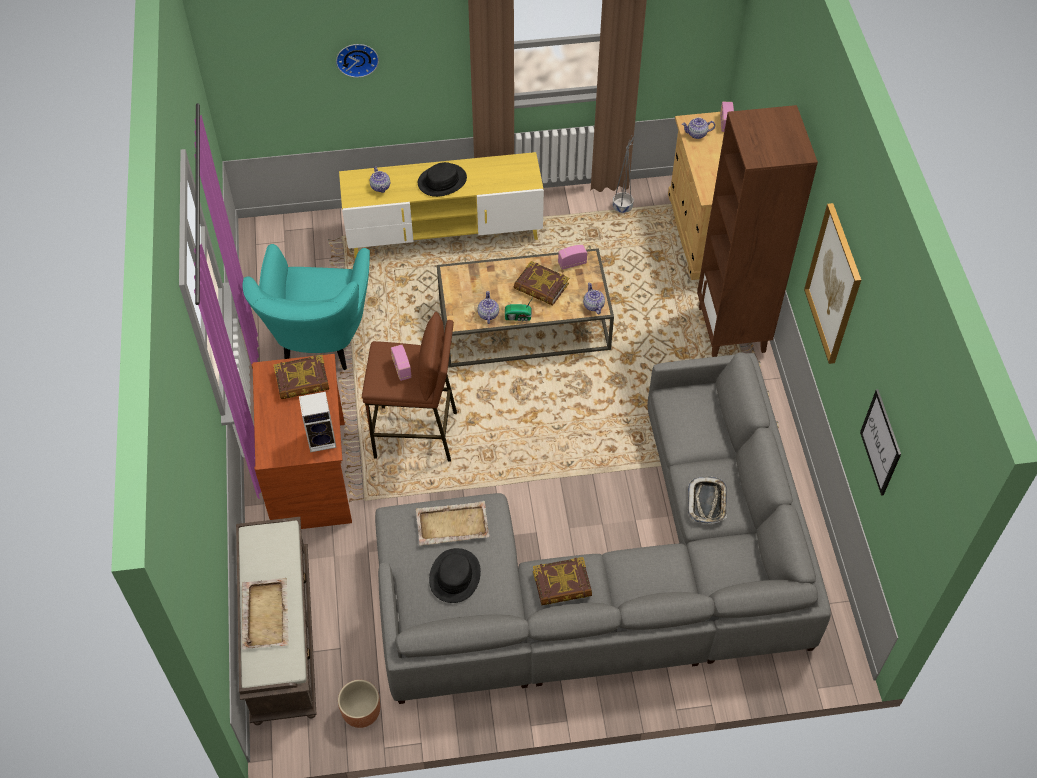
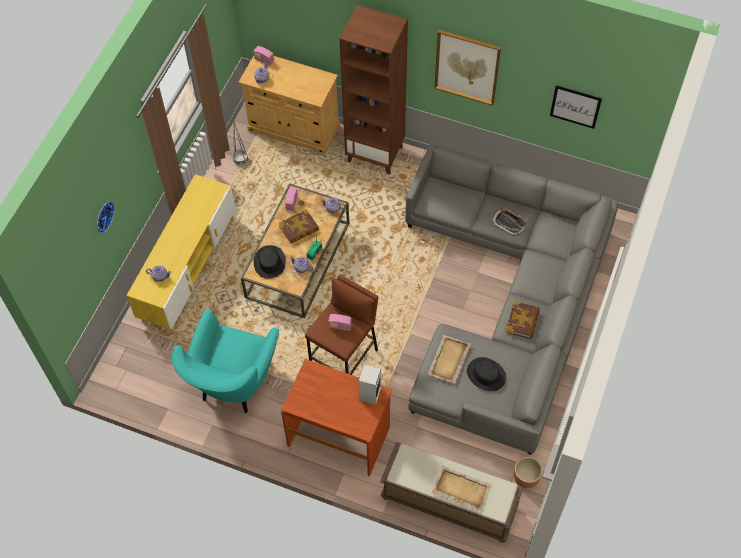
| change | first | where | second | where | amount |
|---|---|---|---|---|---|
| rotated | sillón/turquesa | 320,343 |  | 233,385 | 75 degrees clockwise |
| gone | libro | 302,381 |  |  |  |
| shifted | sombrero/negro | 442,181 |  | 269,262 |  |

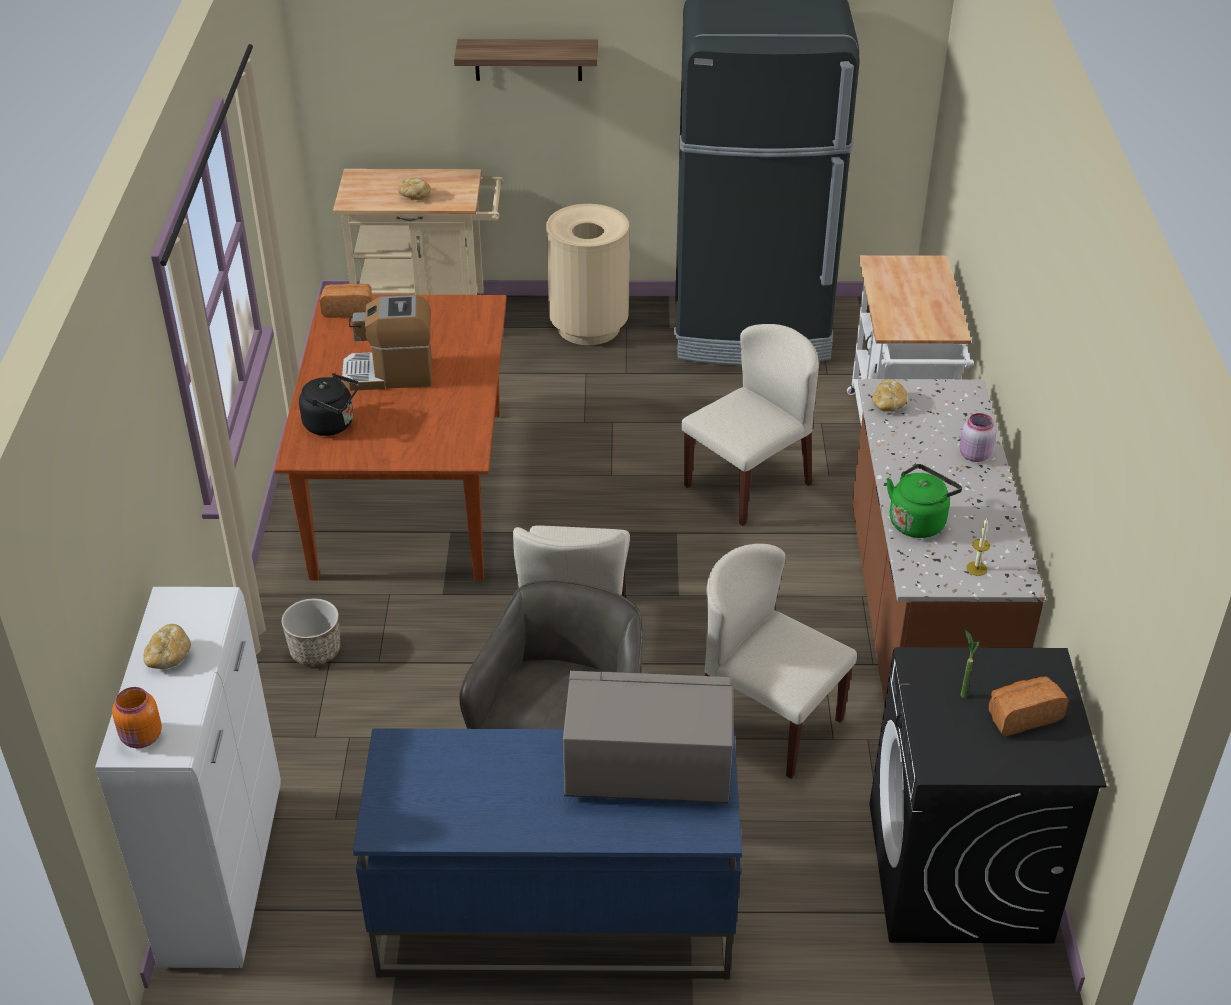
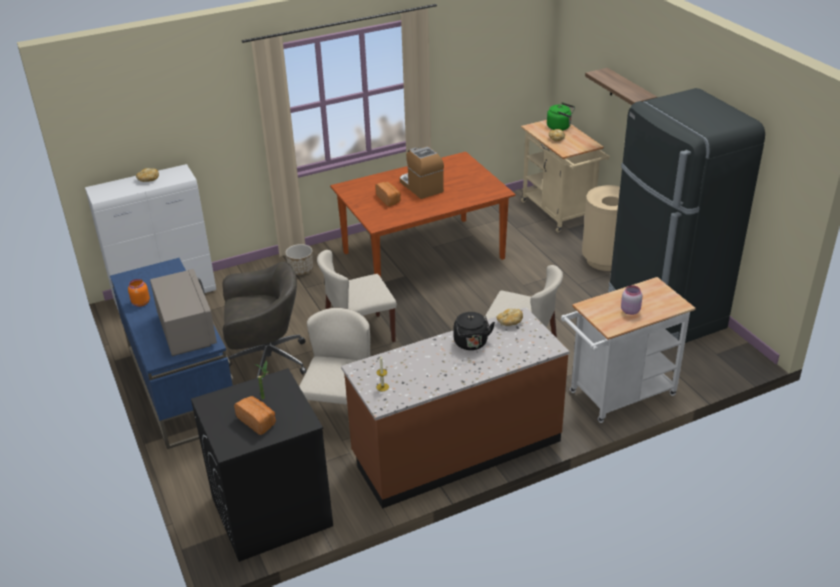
| change | first | where | second | where | amount |
|---|---|---|---|---|---|
| shifted | tarro/naranja | 142,738 |  | 140,303 |  |
| shifted | hervidor/negro | 332,424 |  | 471,344 |  |
| shifted | pan | 349,310 |  | 389,199 |  |
| shifted | hervidor/verde | 918,521 |  | 560,127 |  |
| shifted | tarro/rosa | 973,455 |  | 630,310 |  |

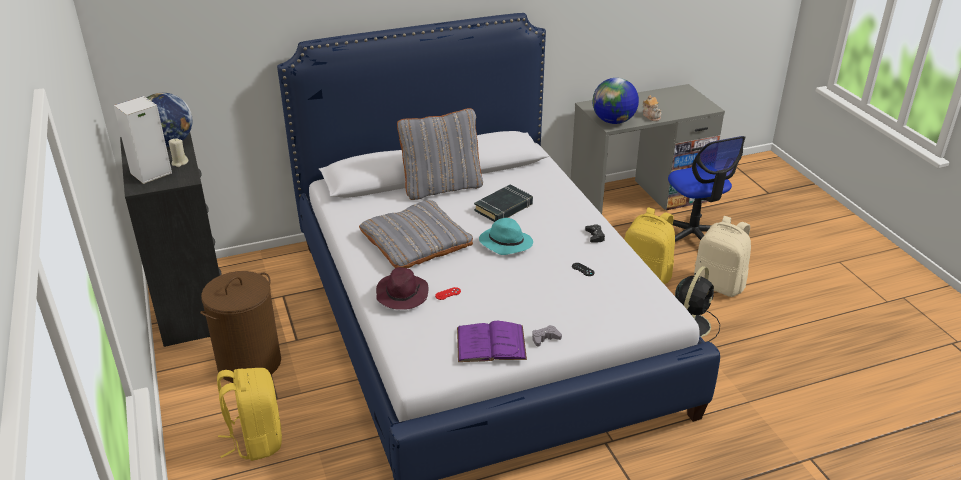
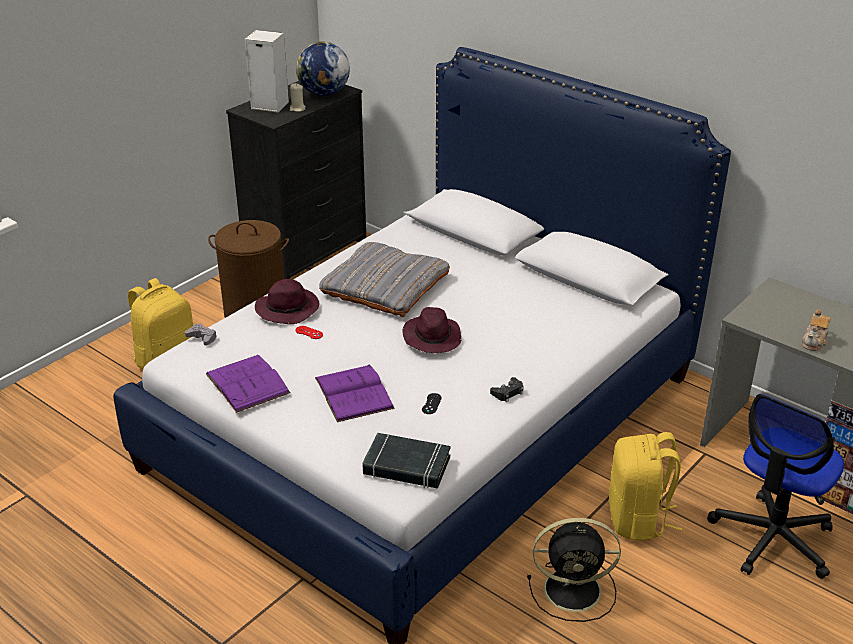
| change | first | where | second | where | amount |
|---|---|---|---|---|---|
| gone | cojín/gris | 442,187 |  |  |  |
| shifted | libro/negro | 504,208 |  | 406,466 |  |
| repainted | sombrero/turquesa | 505,243 | sombrero/morado | 432,337 |  |
| shifted | mando de consola/gris | 545,338 |  | 202,338 |  |
| gone | globo terráqueo | 613,121 |  |  |  |
| gone | mochila/beis | 719,285 |  |  |  |
| new |  |  | libro/morado | 354,393 |  |

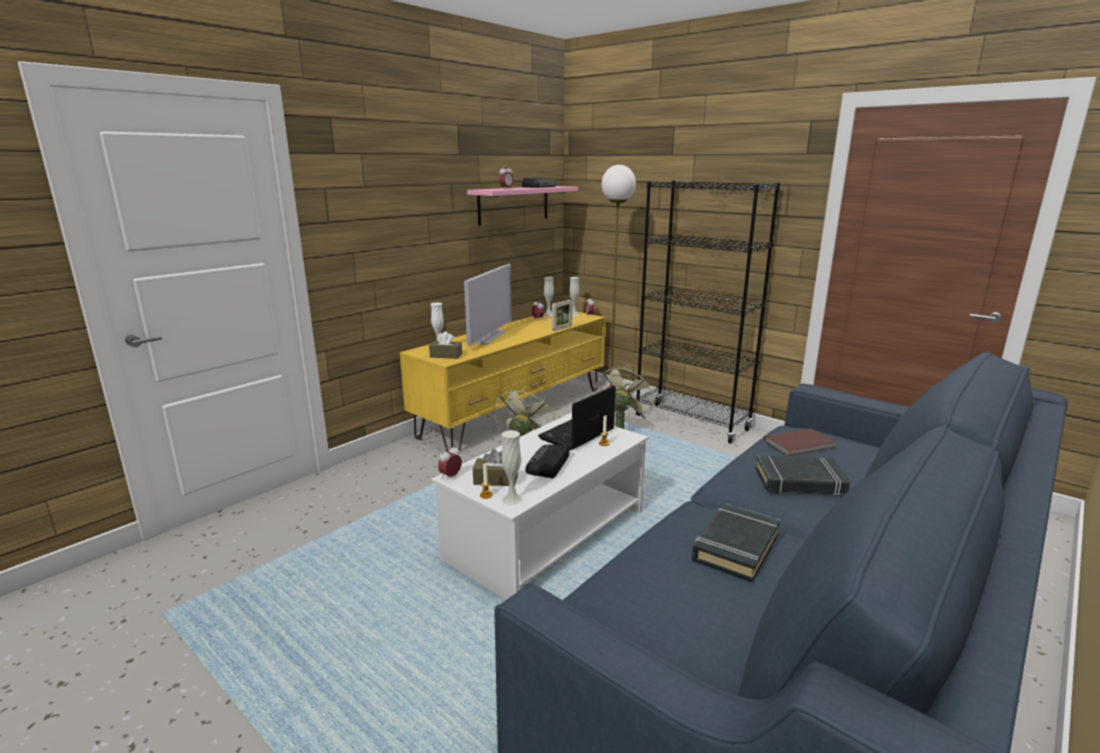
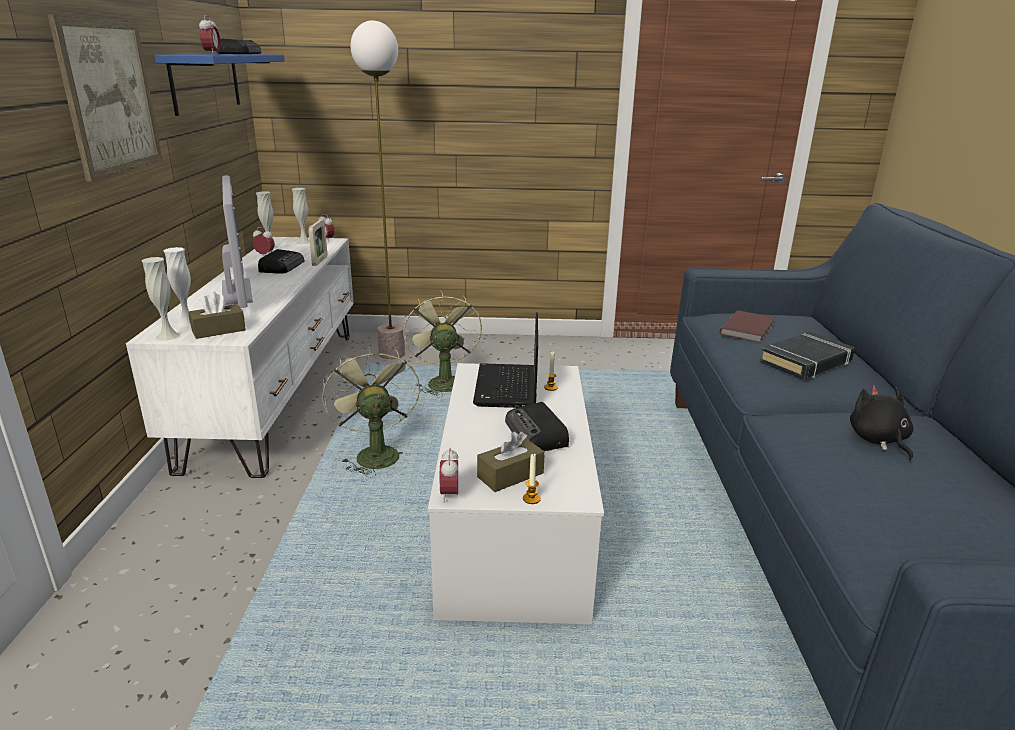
| change | first | where | second | where | amount |
|---|---|---|---|---|---|
| repainted | mueble de televisión/amarillo | 515,411 | mueble de televisión/blanco | 278,392 |  |
| repainted | estante/rosa | 514,204 | estante/azul | 205,82 |  |
| shifted | florero/blanco | 512,499 |  | 168,336 |  |
| gone | estantería/negro | 691,422 |  |  |  |
| swapped | libro/negro | 735,547 | peluche/negro | 878,440 |  |
| new |  |  | cuadro | 110,97 |  |
| new |  |  | radio | 282,266 |  |

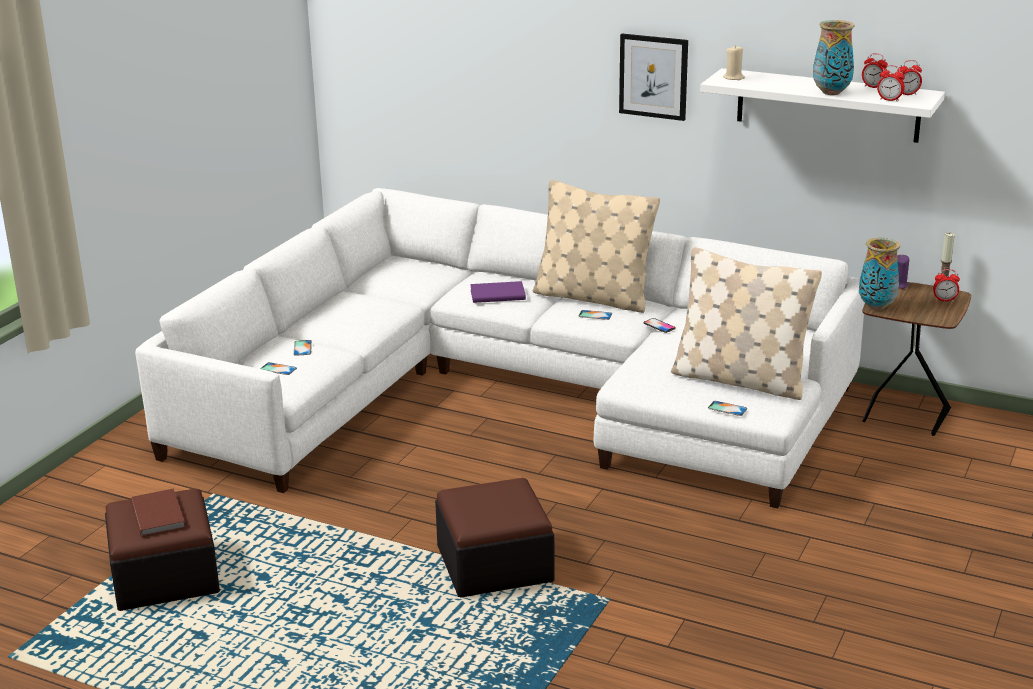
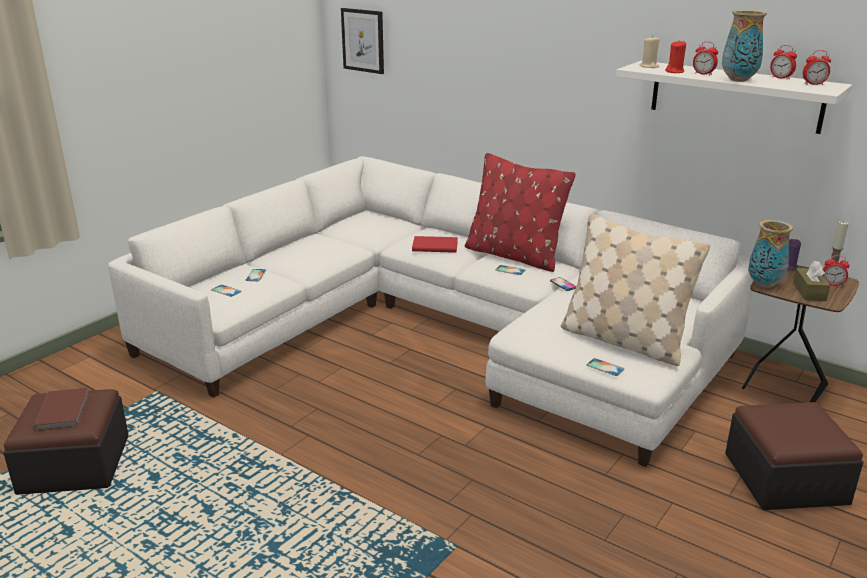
| change | first | where | second | where | amount |
|---|---|---|---|---|---|
| shifted | puf | 494,564 |  | 785,478 |  |
| repainted | libro/morado | 496,294 | libro/rojo | 434,246 |  |
| repainted | cojín/beis | 593,297 | cojín/rojo | 514,255 |  |
| shifted | cuadro | 653,76 |  | 363,40 |  |
| shifted | despertador | 889,100 |  | 703,74 |  |
| new |  |  | vela/rojo | 675,72 |  |
| new |  |  | caja de pañuelos/marrón | 809,292 |  |

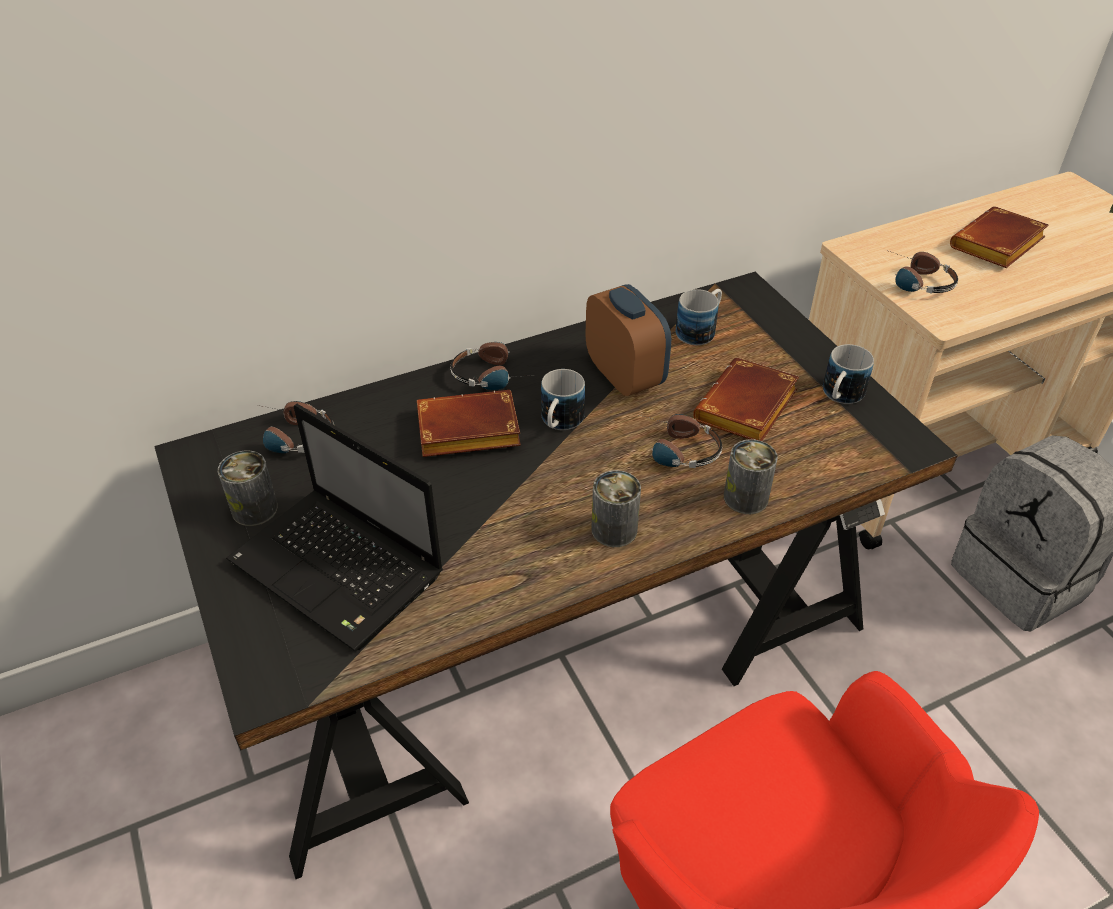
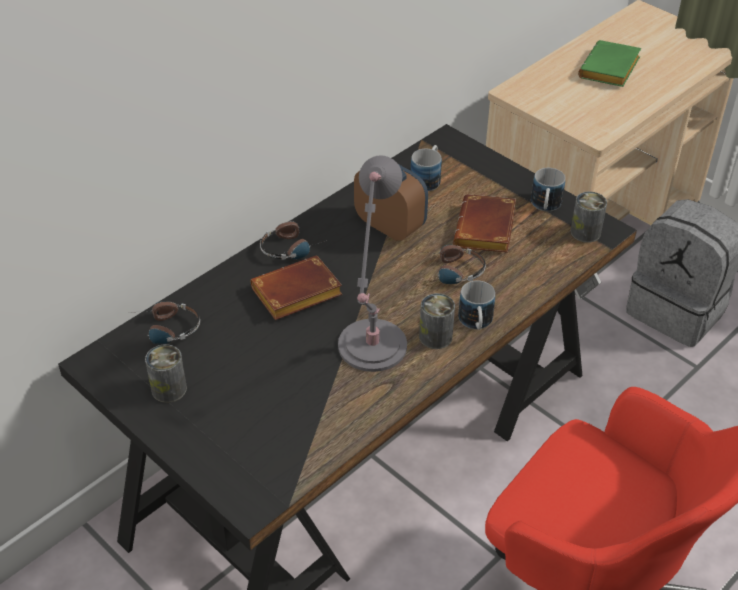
| change | first | where | second | where | amount |
|---|---|---|---|---|---|
| gone | portátil | 341,570 |  |  |  |
| shifted | taza grande | 559,423 |  | 476,323 |  |
| shifted | lata | 745,497 |  | 585,232 |  |
| gone | auriculares | 914,281 |  |  |  |
| repainted | libro/marrón | 997,246 | libro/verde | 610,70 |  |
| new |  |  | lámpara de mesa/gris | 371,350 |  |

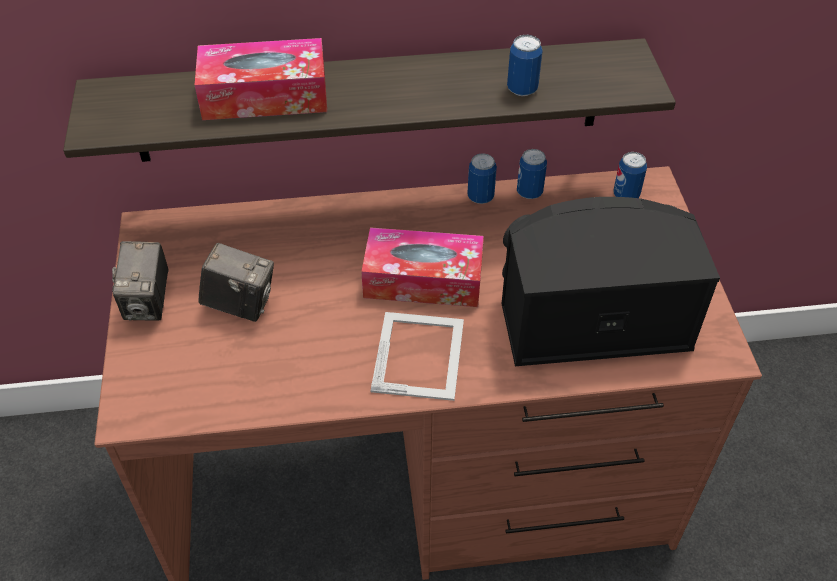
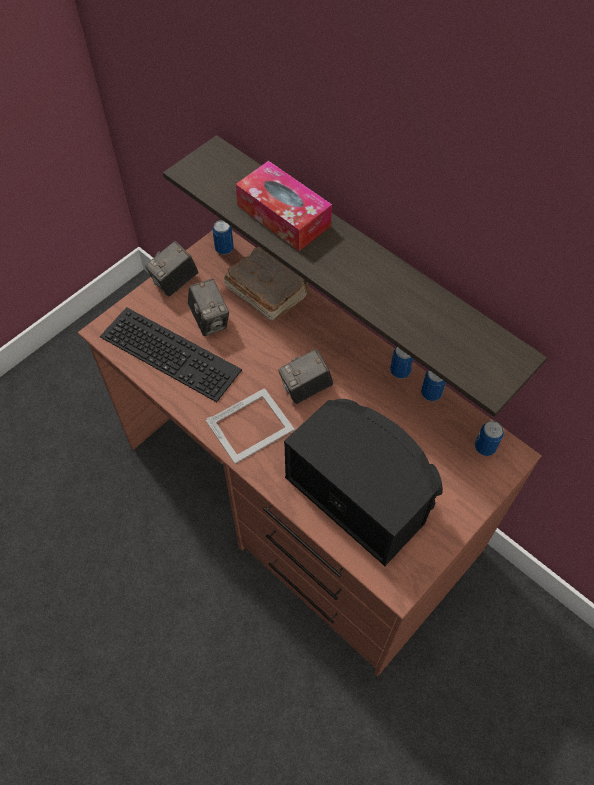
| change | first | where | second | where | amount |
|---|---|---|---|---|---|
| swapped | caja de pañuelos | 423,280 | cámara | 306,389 |  |
| shifted | lata | 522,89 |  | 224,249 |  |
| new |  |  | teclado | 173,352 |  |
| new |  |  | libro/marrón | 266,291 |  |

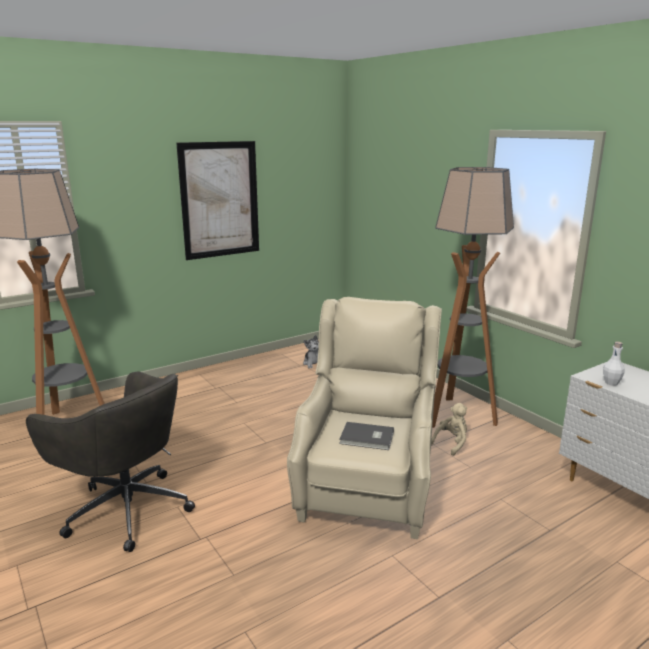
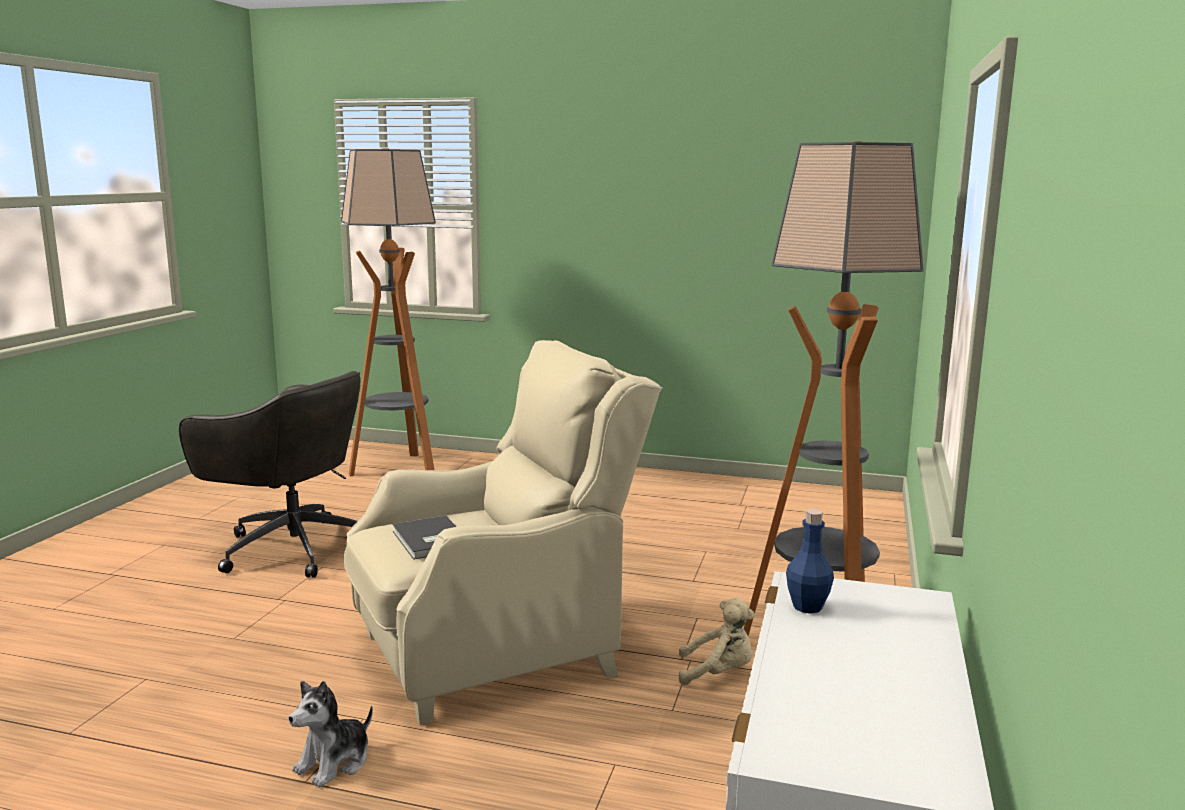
| change | first | where | second | where | amount |
|---|---|---|---|---|---|
| rotated | silla de oficina/gris | 126,508 |  | 291,548 | 60 degrees counterclockwise |
| gone | cuadro | 220,200 |  |  |  |
| shifted | peluche | 313,363 |  | 334,763 |  |
| repainted | botella/blanco | 611,383 | botella/azul | 807,607 |  |

